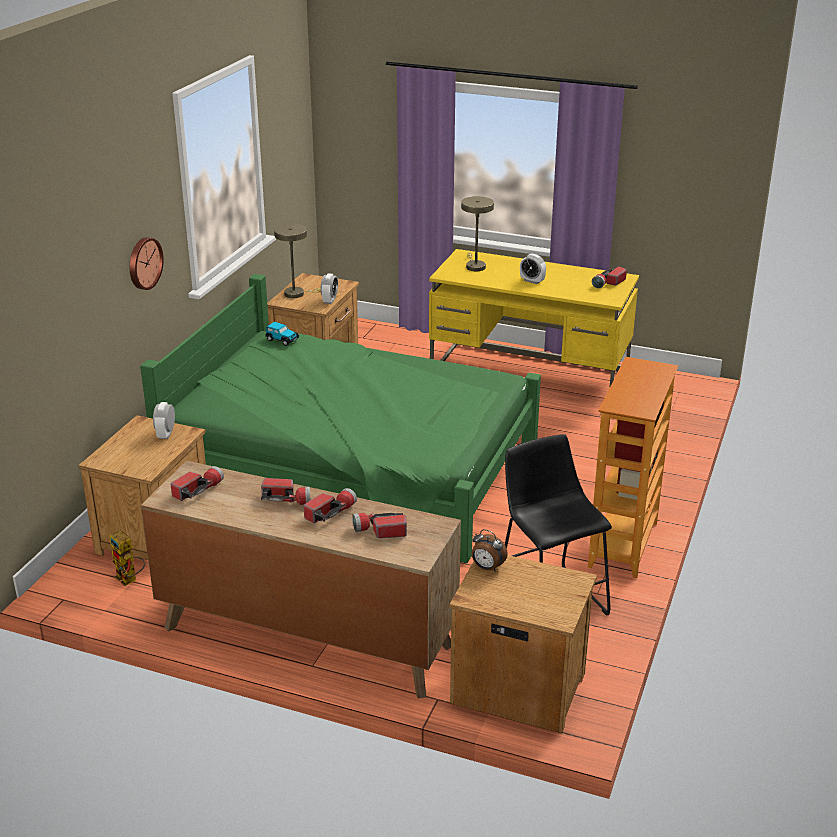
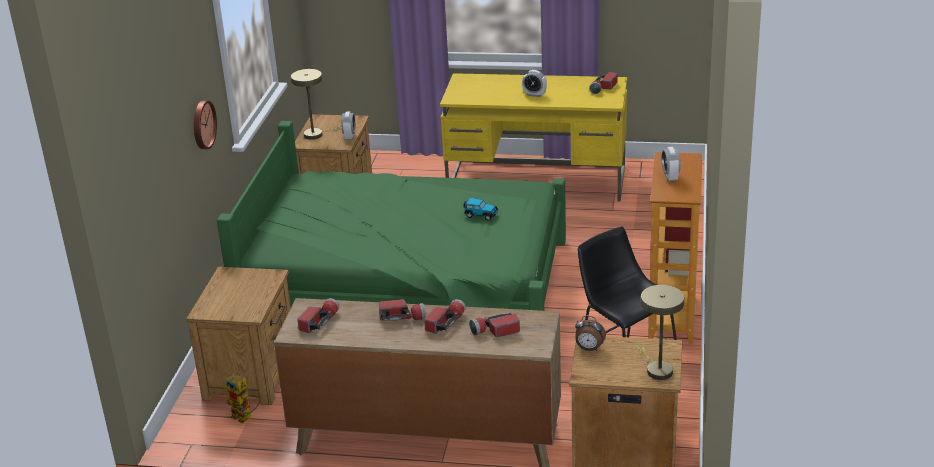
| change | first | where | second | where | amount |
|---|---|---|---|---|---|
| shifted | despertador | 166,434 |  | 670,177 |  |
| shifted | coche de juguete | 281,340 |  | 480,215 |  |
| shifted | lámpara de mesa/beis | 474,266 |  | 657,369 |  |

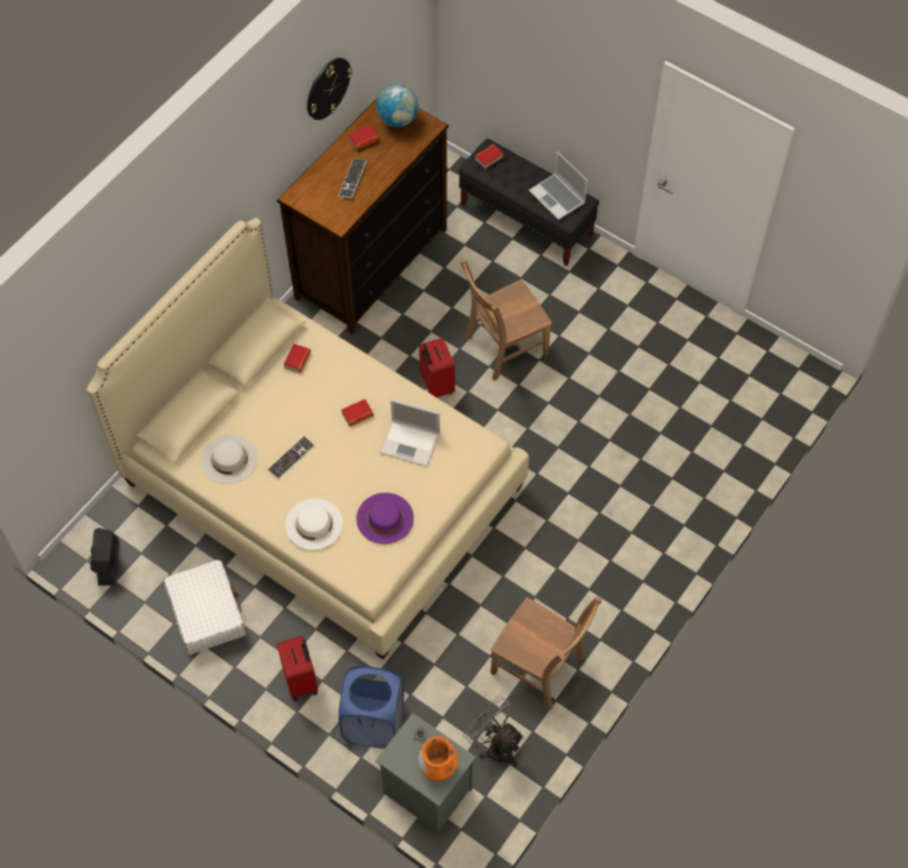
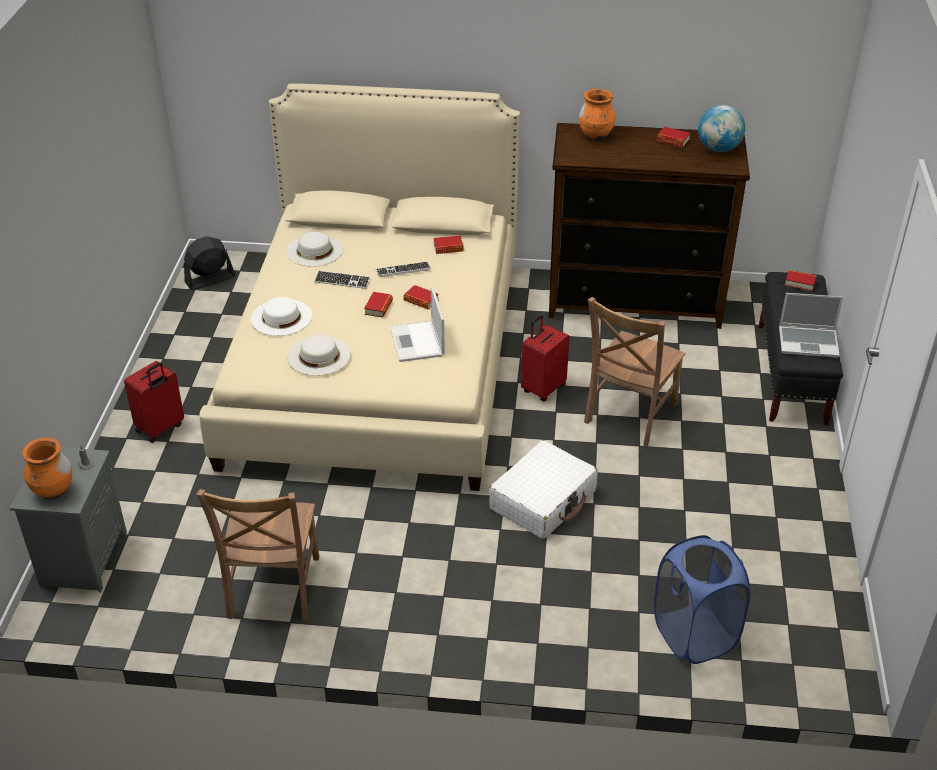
| change | first | where | second | where | amount |
|---|---|---|---|---|---|
| shifted | maleta/blanco | 207,612 |  | 543,500 |  |
| gone | reloj de pared | 328,88 |  |  |  |
| shifted | teclado | 352,179 |  | 403,270 |  |
| shifted | cesto de la ropa/azul | 373,723 |  | 694,634 |  |
| repainted | sombrero/morado | 385,518 | sombrero/blanco | 319,355 |  |
| rotated | silla/marrón | 503,347 |  | 628,415 | 90 degrees counterclockwise |
| gone | ventilador/gris | 495,746 |  |  |  |
| rotated | portátil | 558,197 |  | 809,342 | 105 degrees counterclockwise |
| new |  |  | libro | 378,307 |  |
| new |  |  | florero/naranja | 595,136 |  |

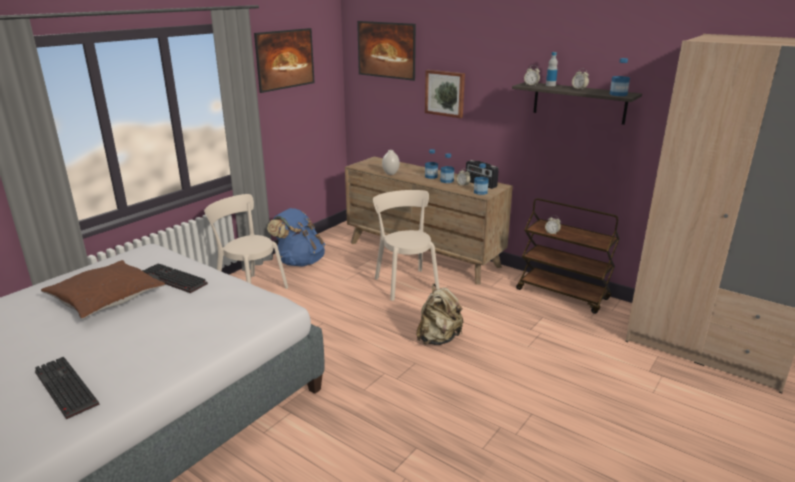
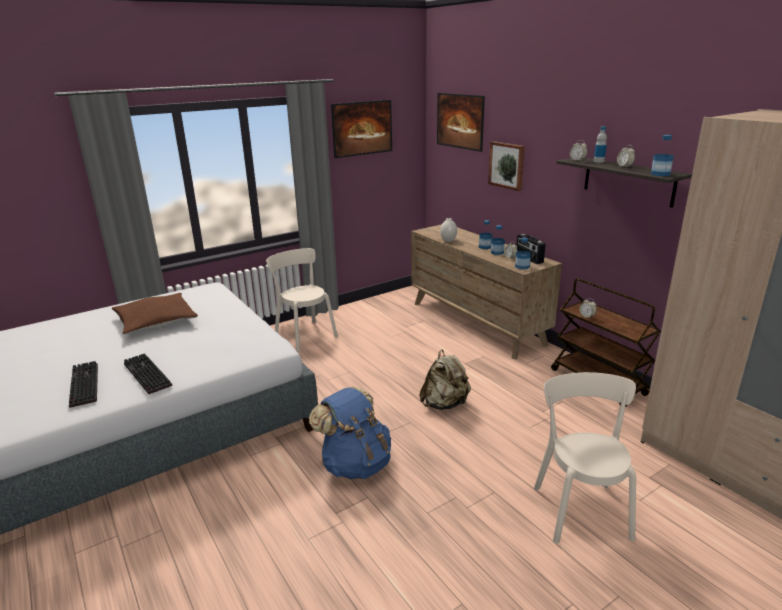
| change | first | where | second | where | amount |
|---|---|---|---|---|---|
| shifted | teclado | 172,280 |  | 145,375 |  |
| shifted | mochila/azul | 299,262 |  | 355,464 |  |
| shifted | silla/beis | 405,283 |  | 580,509 |  |

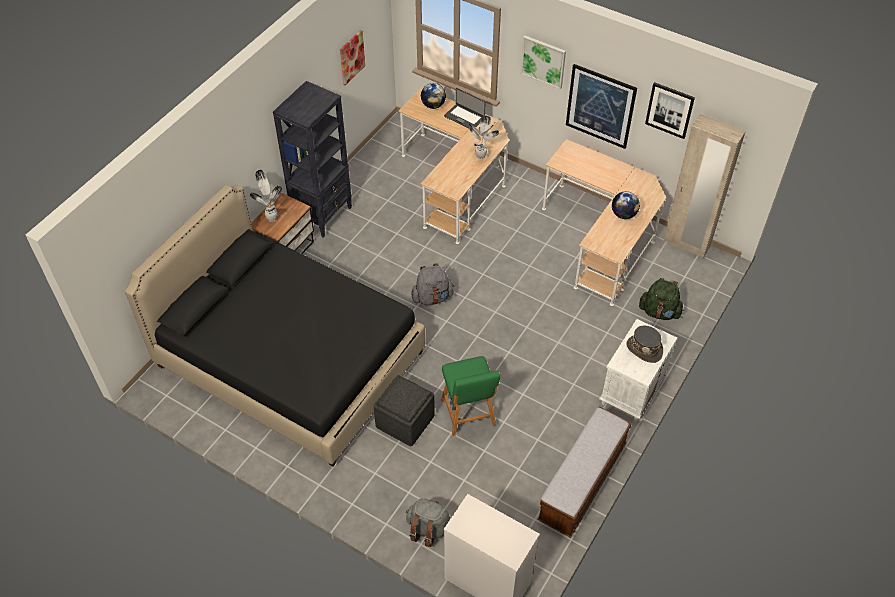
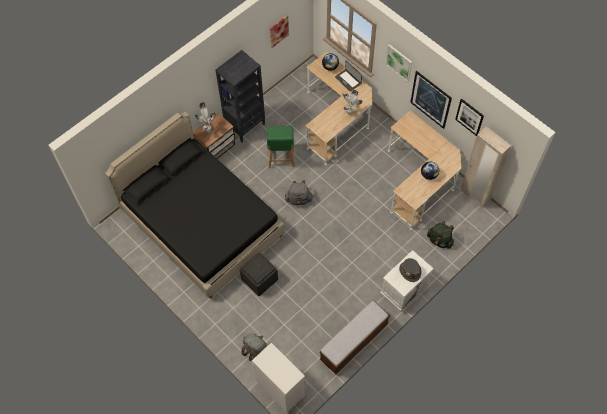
| change | first | where | second | where | amount |
|---|---|---|---|---|---|
| shifted | silla/verde | 469,415 |  | 281,158 |  |

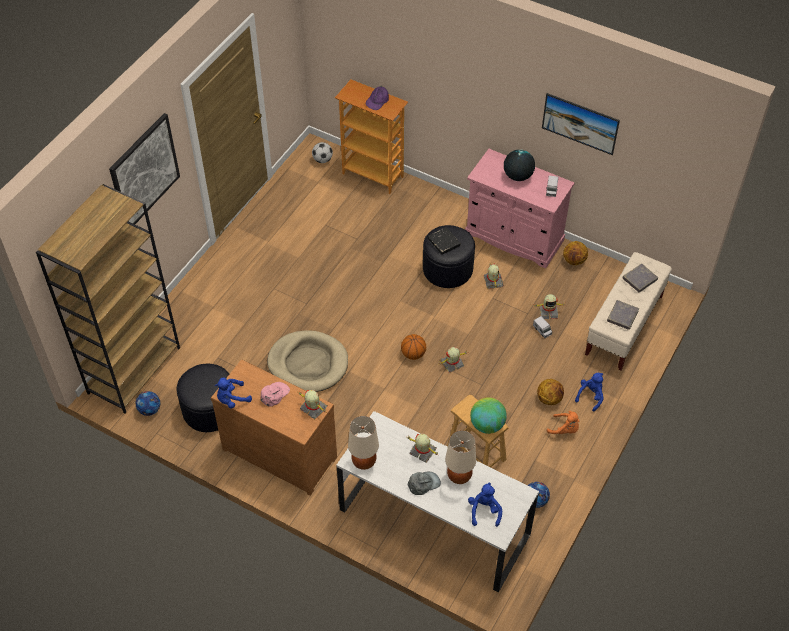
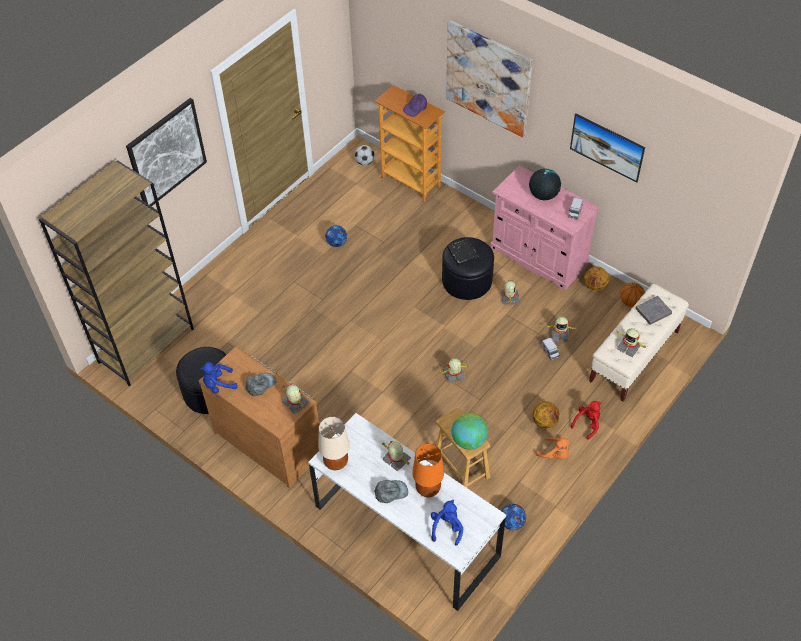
| change | first | where | second | where | amount |
|---|---|---|---|---|---|
| shifted | balón de fútbol | 149,410 |  | 336,243 |  |
| repainted | gorra/rosa | 274,394 | gorra/gris | 260,385 |  |
| gone | cama para perro/beis | 308,363 |  |  |  |
| shifted | balón de baloncesto | 413,354 |  | 630,302 |  |
| repainted | lámpara de mesa/beis | 459,476 | lámpara de mesa/naranja | 428,489 |  |
| repainted | peluche/azul | 590,396 | peluche/rojo | 587,424 |  |
| swapped | libro/gris | 622,316 | robot de juguete | 629,347 |  |
| new |  |  | cuadro | 488,78 |  |

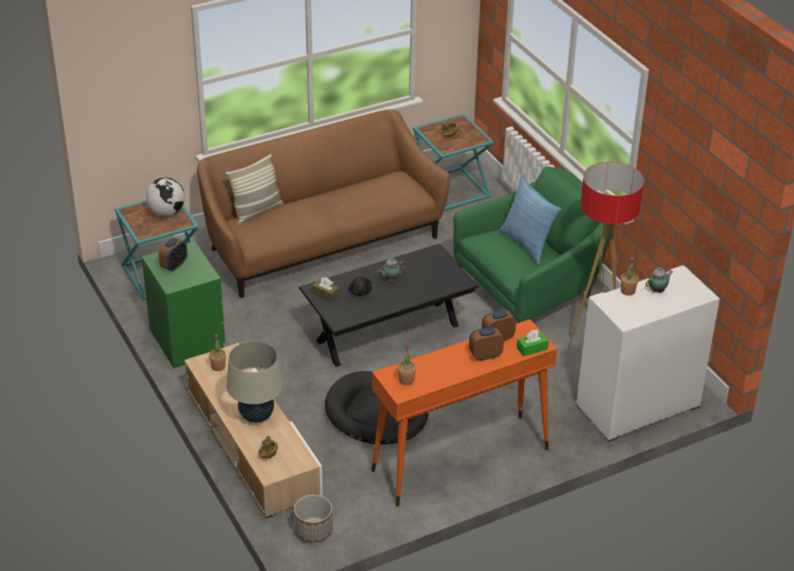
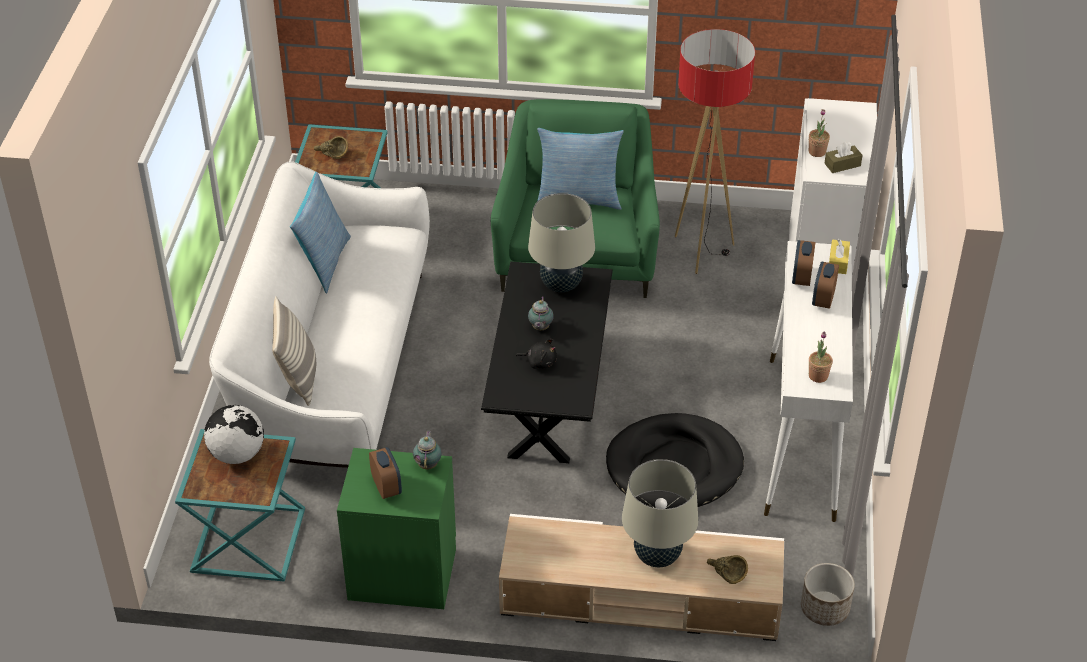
| change | first | where | second | where | amount |
|---|---|---|---|---|---|
| repainted | sofá/marrón | 321,242 | sofá/blanco | 333,369 |  |
| gone | planta en maceta | 218,366 |  |  |  |
| shifted | caja de pañuelos/marrón | 325,294 |  | 842,165 |  |
| repainted | mesa consola/naranja | 459,460 | mesa consola/blanco | 801,438 |  |
| repainted | caja de pañuelos/verde | 532,348 | caja de pañuelos/amarillo | 838,262 |  |
| shifted | tetera | 657,290 |  | 428,464 |  |
| new |  |  | cojín | 323,263 |  |
| new |  |  | lámpara de mesa/beis | 561,284 |  |

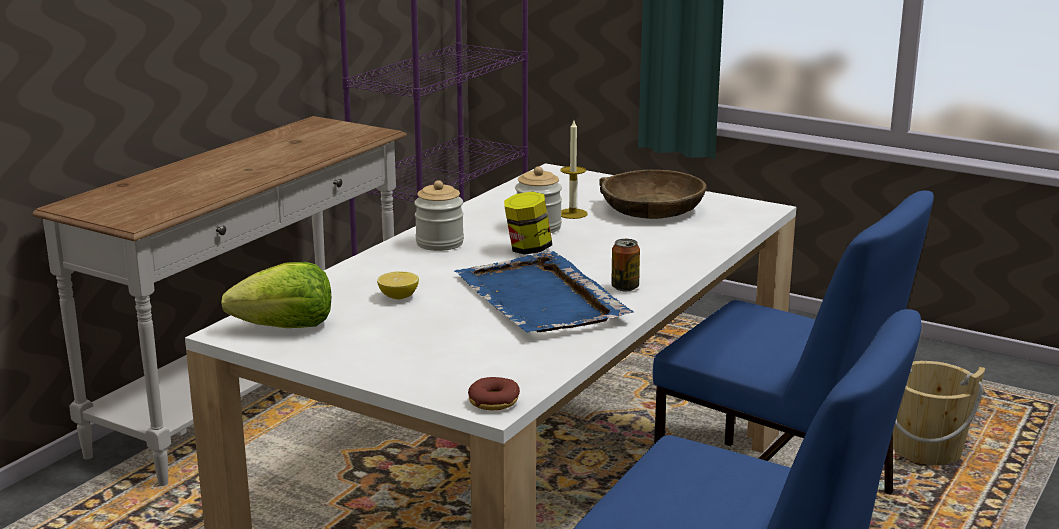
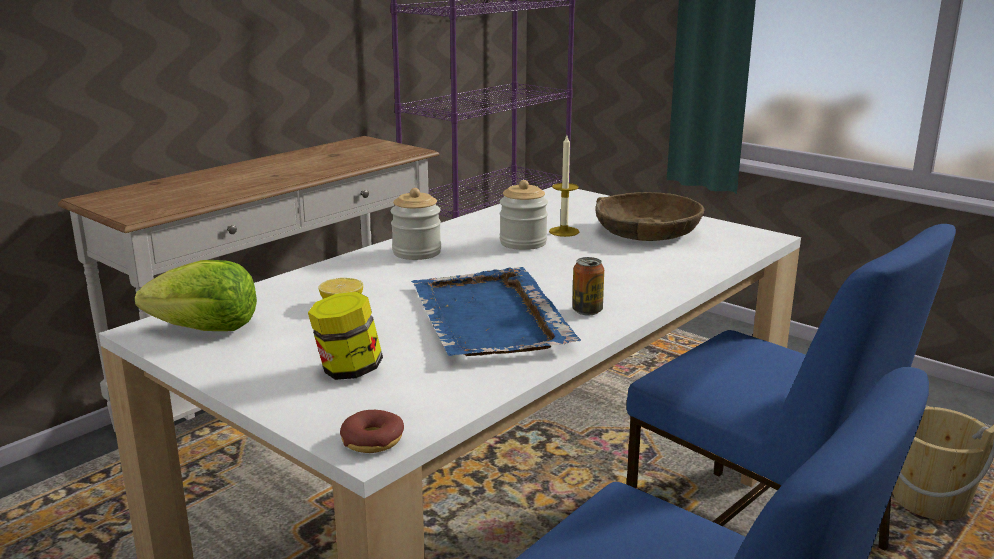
| change | first | where | second | where | amount |
|---|---|---|---|---|---|
| shifted | tarro | 528,249 |  | 348,371 |  |

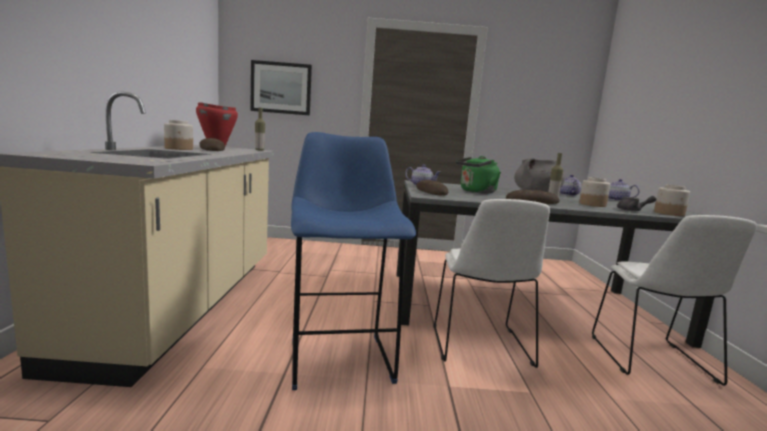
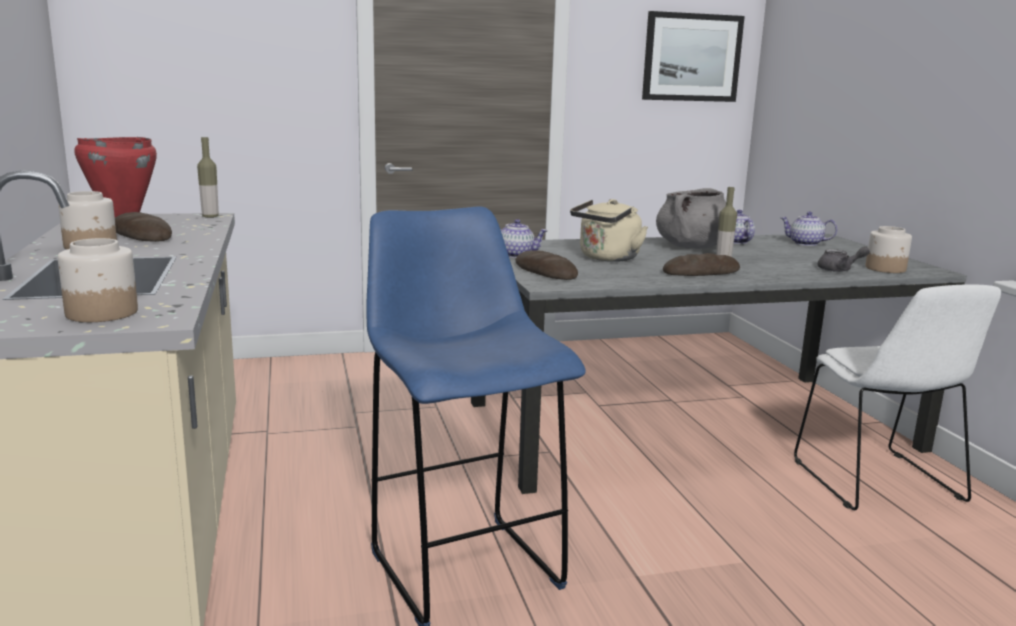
| change | first | where | second | where | amount |
|---|---|---|---|---|---|
| shifted | cuadro | 281,88 |  | 691,57 |  |
| gone | silla/blanco | 480,347 |  |  |  |
| repainted | hervidor/verde | 476,192 | hervidor/beis | 607,258 |  |
| shifted | tarro | 592,204 |  | 101,313 |  |

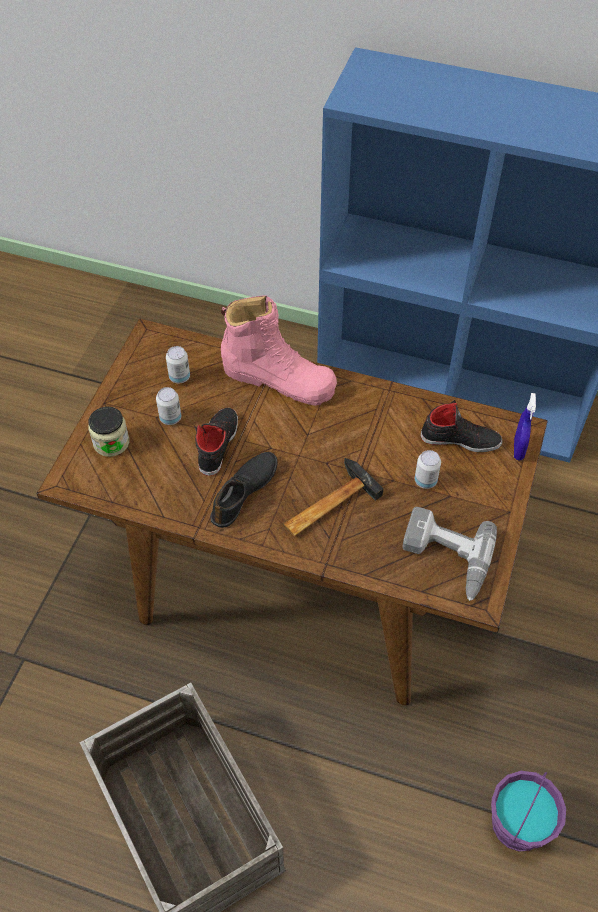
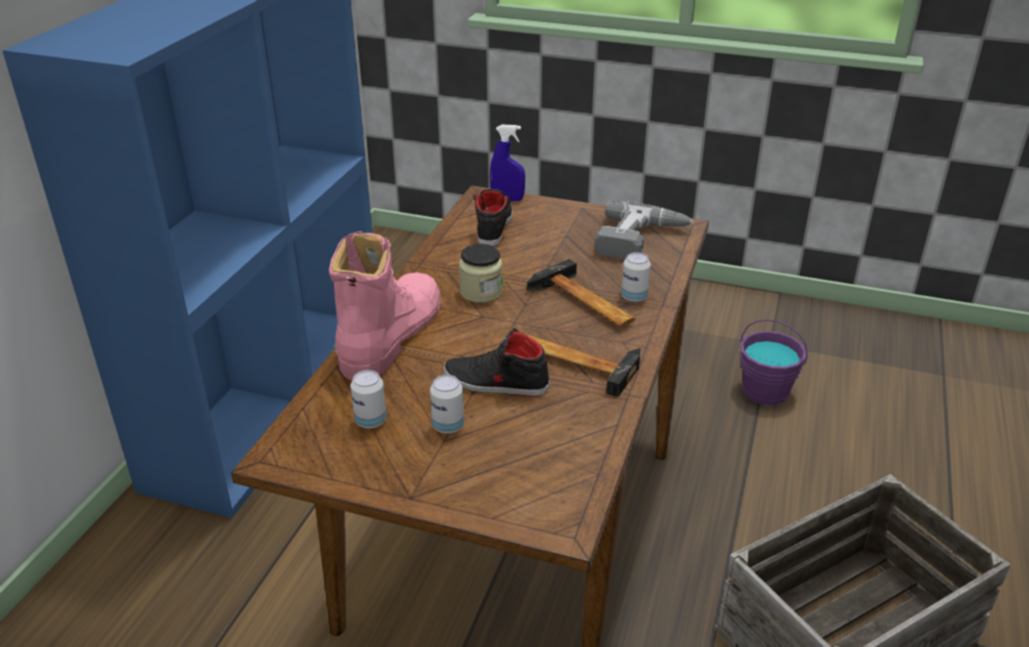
| change | first | where | second | where | amount |
|---|---|---|---|---|---|
| shifted | tarro | 111,442 |  | 481,292 |  |
| swapped | zapato/negro | 244,492 | martillo | 573,360 |  |
| shifted | lata | 425,481 |  | 634,297 |  |

